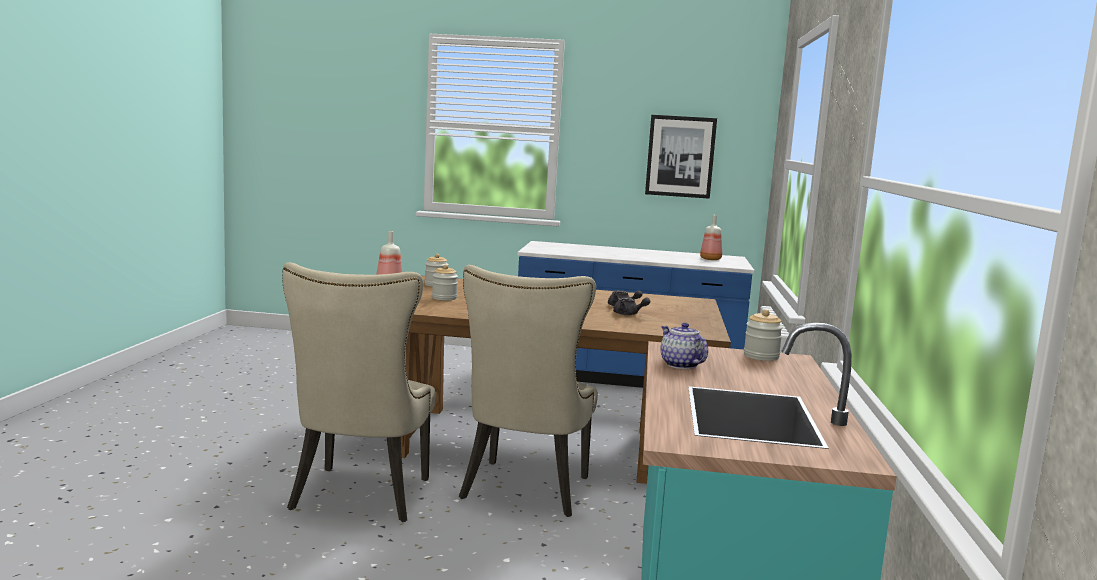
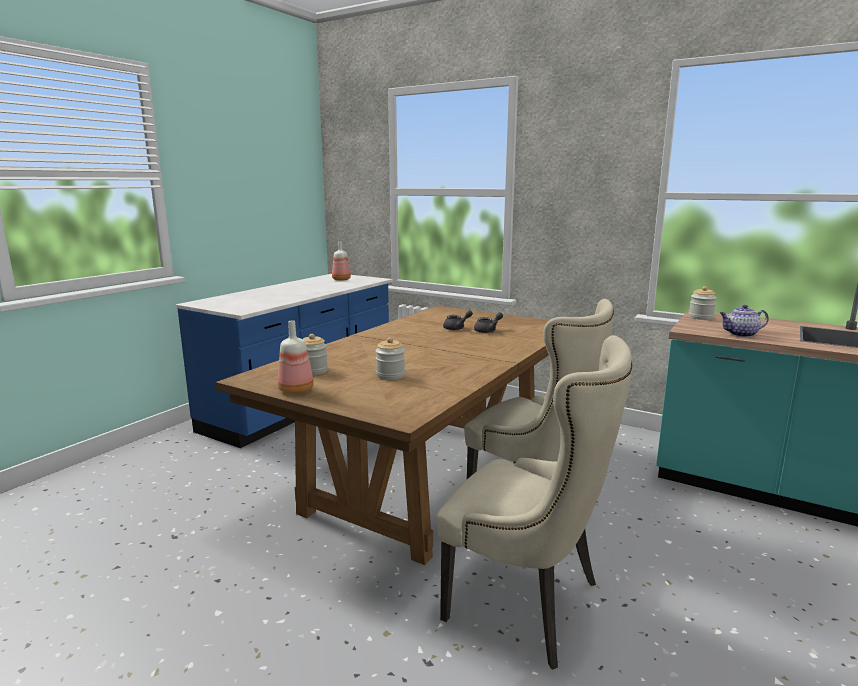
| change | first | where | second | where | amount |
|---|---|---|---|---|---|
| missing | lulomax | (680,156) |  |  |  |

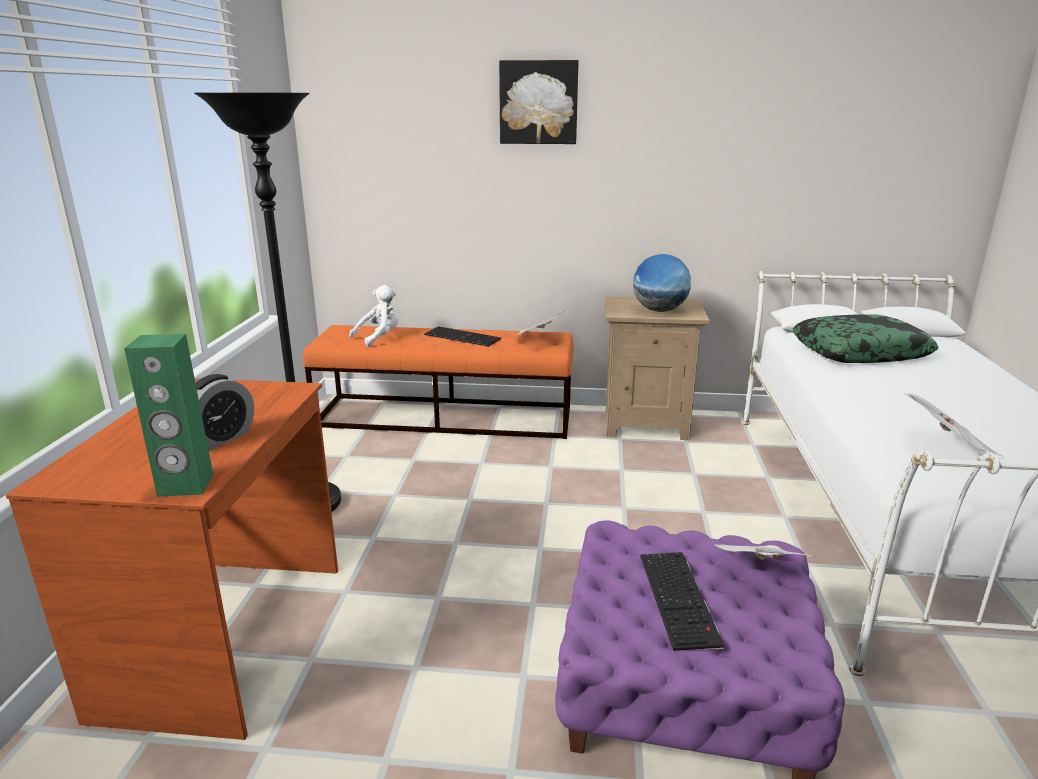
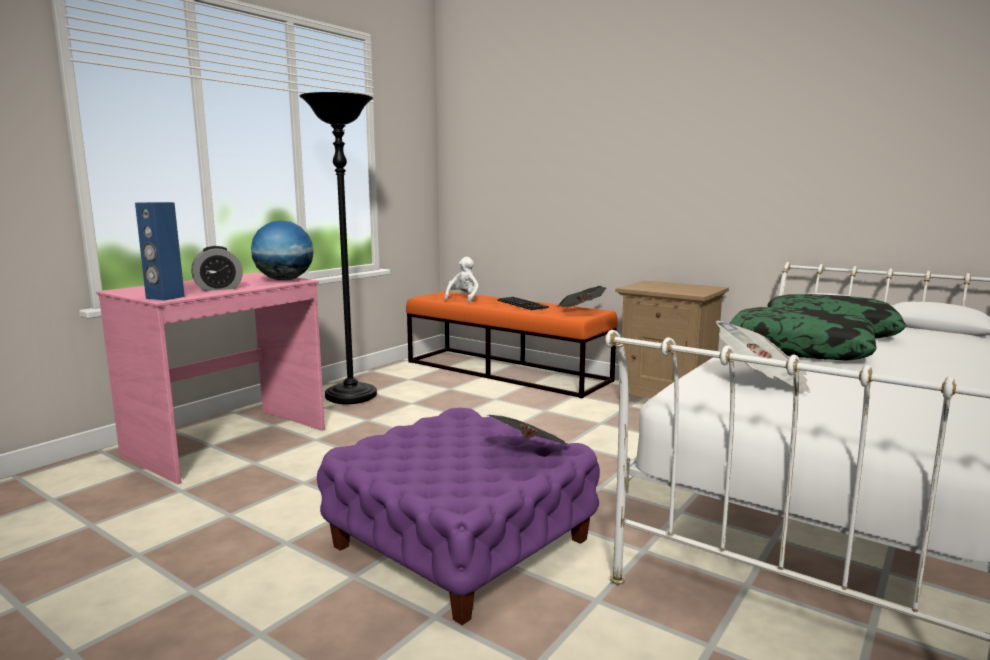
| change | first | where | second | where | amount |
|---|---|---|---|---|---|
| colour | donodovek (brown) | (229,638) | donodovek (pink) | (228,443) |  |
| colour | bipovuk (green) | (185,486) | bipovuk (blue) | (165,297) |  |
| relocated | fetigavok | (659,310) |  | (284,280) |  |
| spun | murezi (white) | (379,338) |  | (463,299) | 60 degrees counterclockwise |
| appeared |  |  | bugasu | (798,349) |  |
| missing | lulomax | (538,102) |  |  |  |
| missing | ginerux | (680,599) |  |  |  |

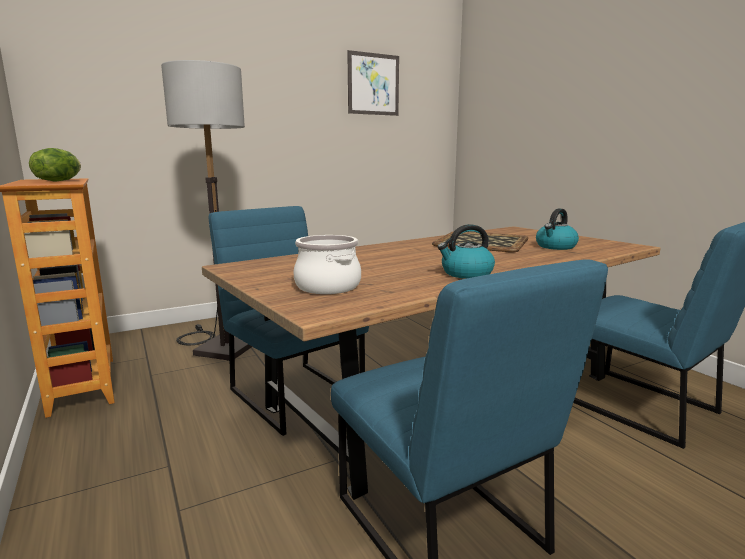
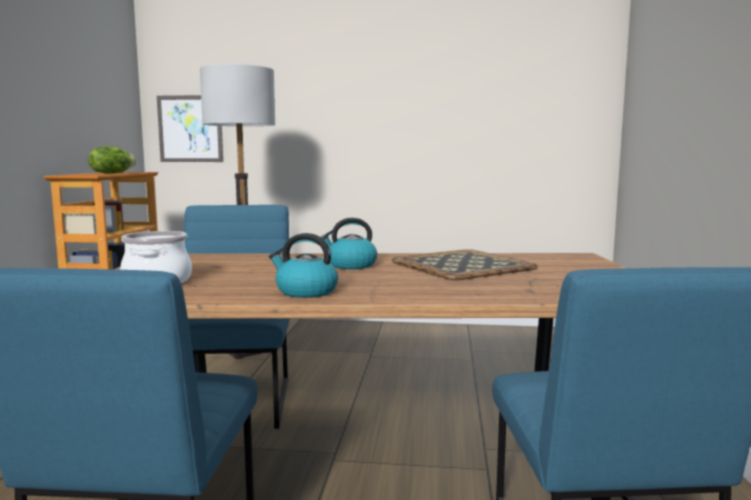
| change | first | where | second | where | amount |
|---|---|---|---|---|---|
| relocated | lulomax | (373,84) |  | (190,129) |  |
| relocated | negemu | (555,247) |  | (350,265) |  |

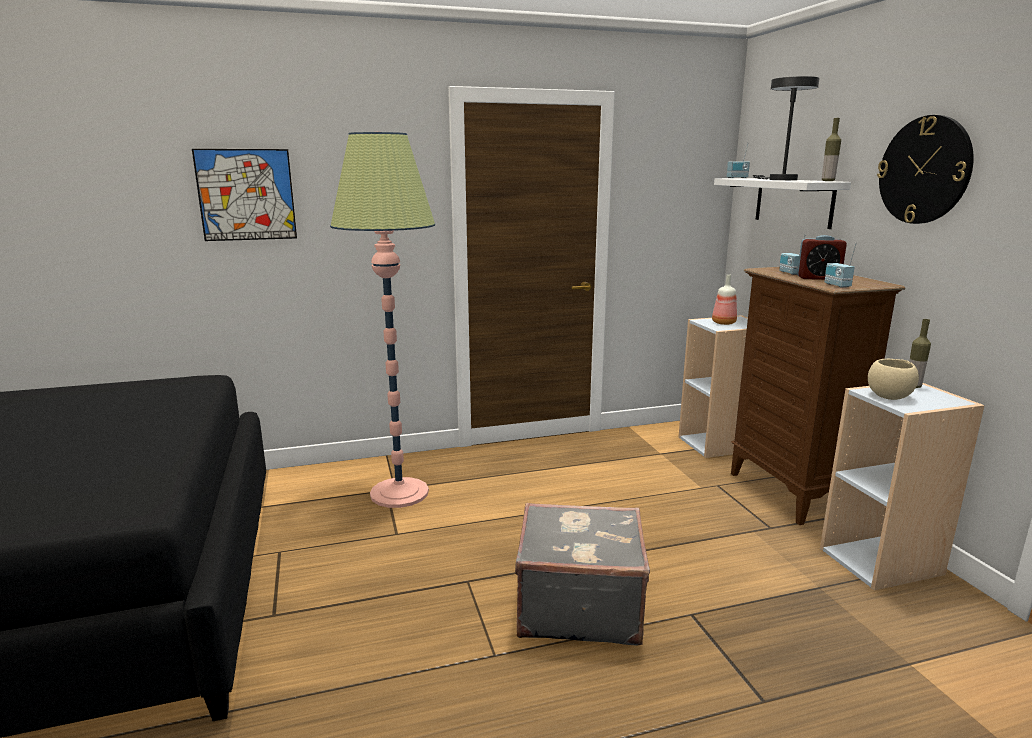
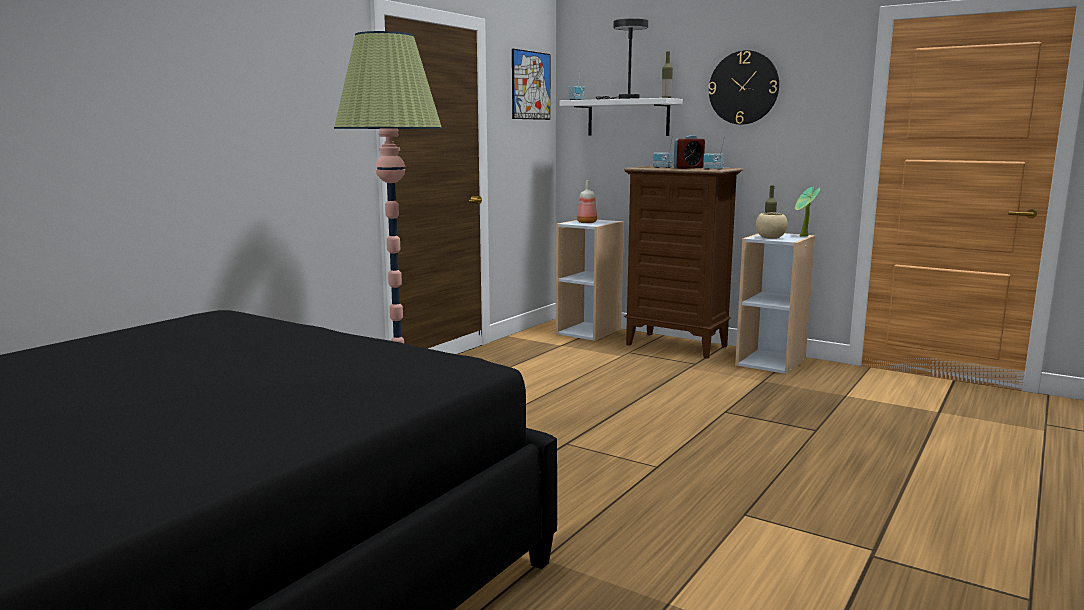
| change | first | where | second | where | amount |
|---|---|---|---|---|---|
| relocated | lulomax | (246,195) |  | (531,85) |  |
| appeared |  |  | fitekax | (803,236) |  |
| missing | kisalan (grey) | (578,605) |  |  |  |

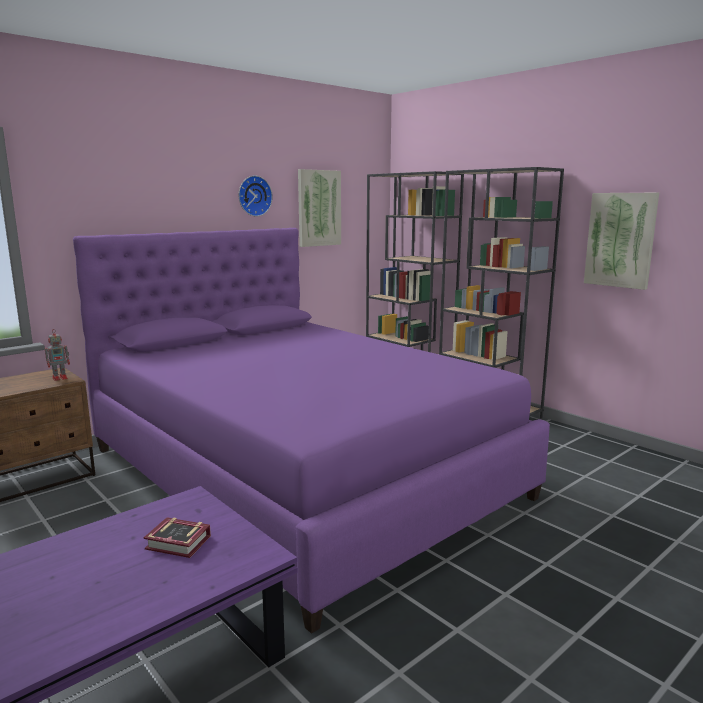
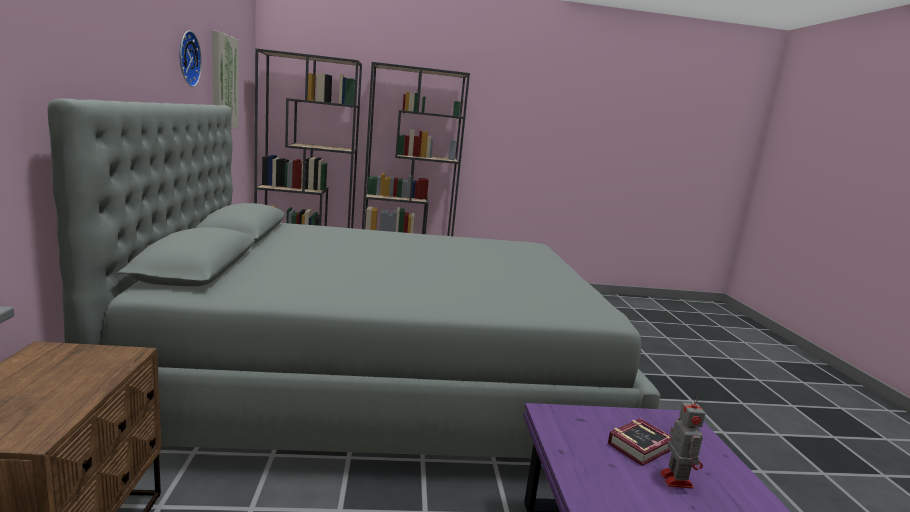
| change | first | where | second | where | amount |
|---|---|---|---|---|---|
| colour | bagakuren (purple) | (299,471) | bagakuren (grey) | (381,381) |  |
| relocated | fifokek | (60,378) |  | (675,479) |  |
| missing | lulomax | (620,240) |  |  |  |

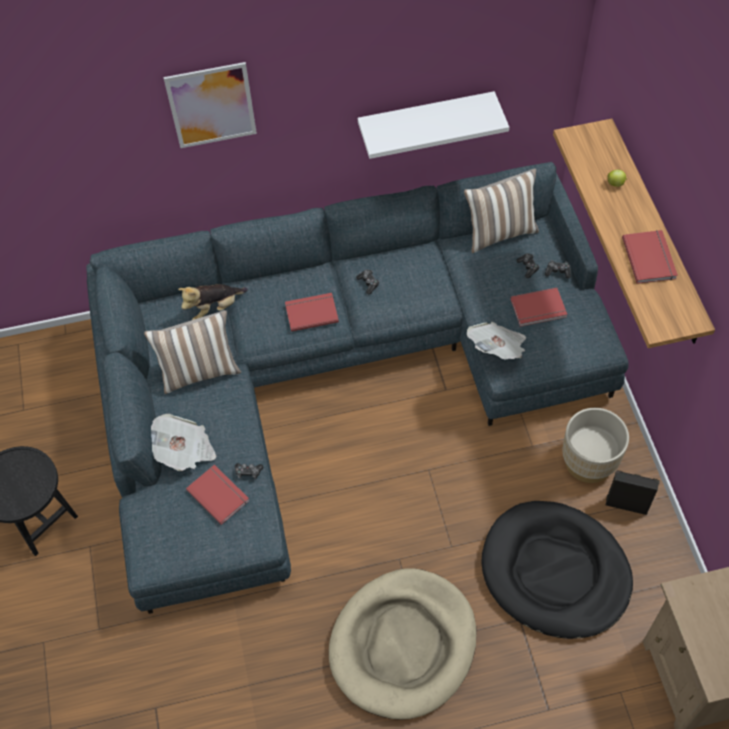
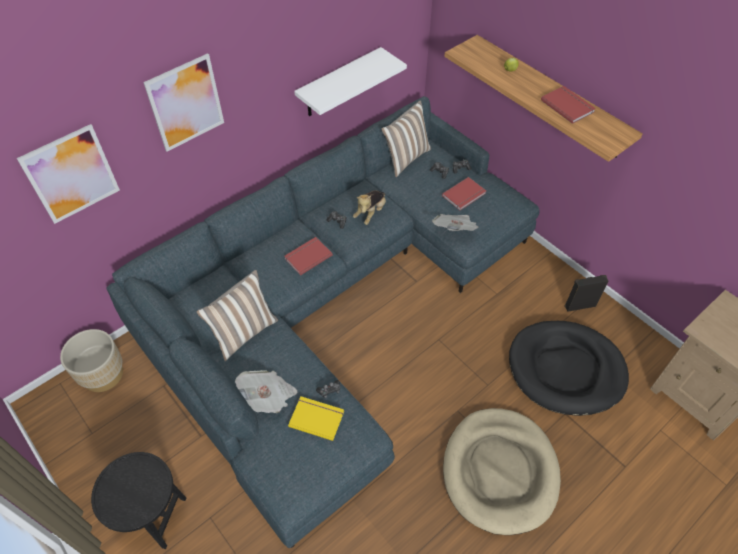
| change | first | where | second | where | amount |
|---|---|---|---|---|---|
| appeared |  |  | lulomax | (71,174) |  |
| relocated | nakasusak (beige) | (589,461) |  | (103,374) |  |
| colour | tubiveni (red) | (219,494) | tubiveni (yellow) | (316,417) |  |
| relocated | murezi | (214,308) |  | (370,213) |  |

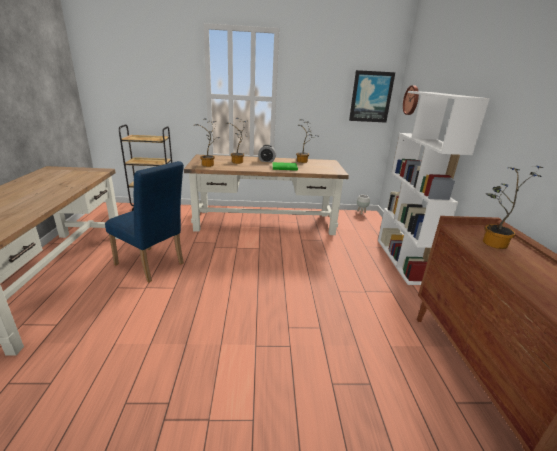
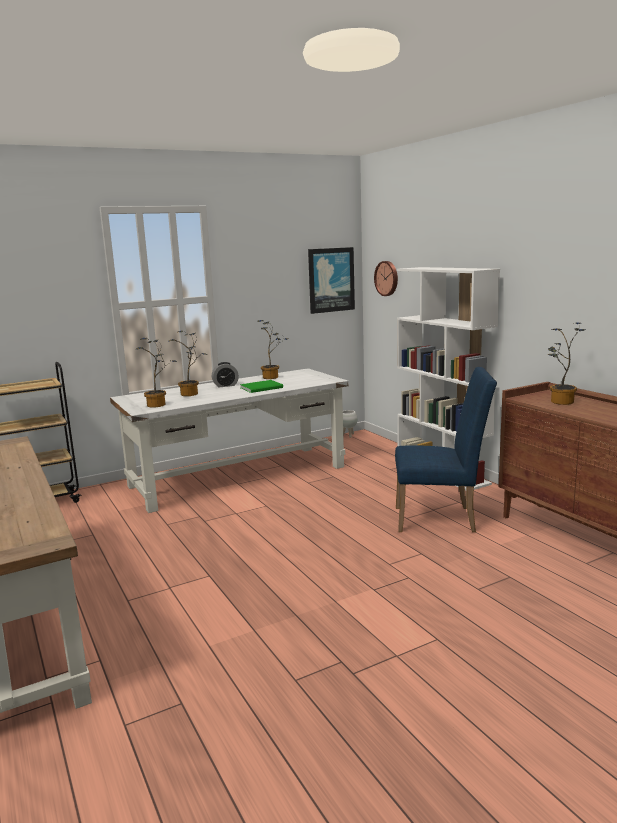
| change | first | where | second | where | amount |
|---|---|---|---|---|---|
| colour | donodovek (brown) | (265,222) | donodovek (white) | (239,476) |  |
| relocated | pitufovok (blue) | (152,265) |  | (441,519) |  |

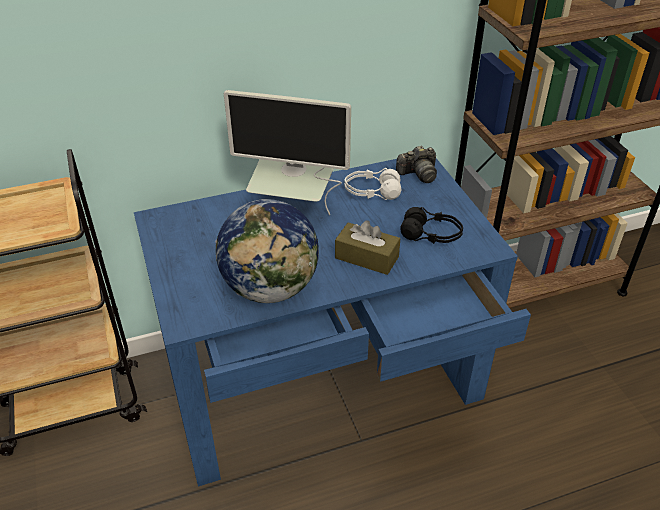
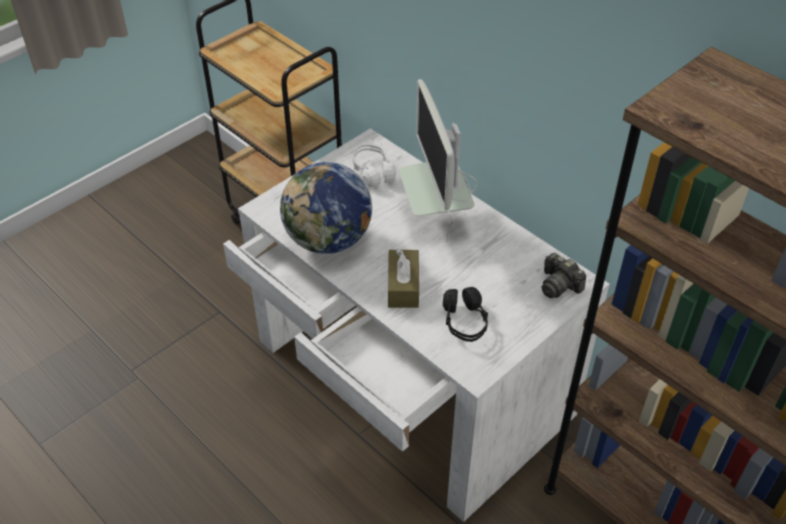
| change | first | where | second | where | amount |
|---|---|---|---|---|---|
| colour | donodovek (blue) | (329,388) | donodovek (white) | (402,389) |  |
| relocated | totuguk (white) | (372,192) |  | (372,171) |  |

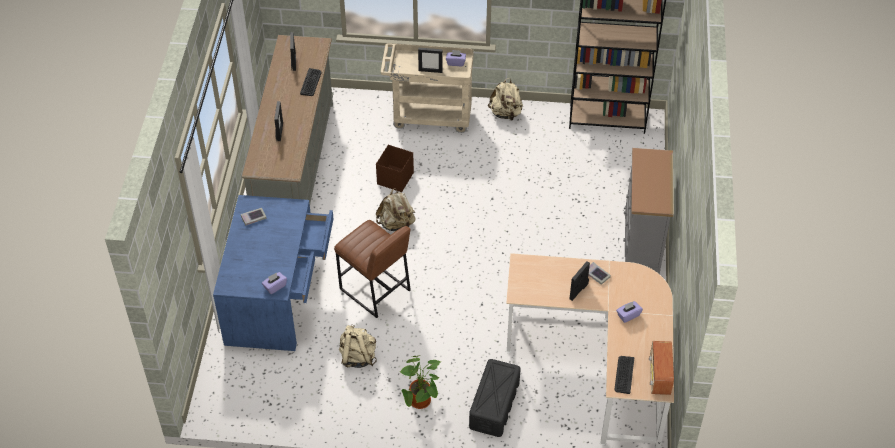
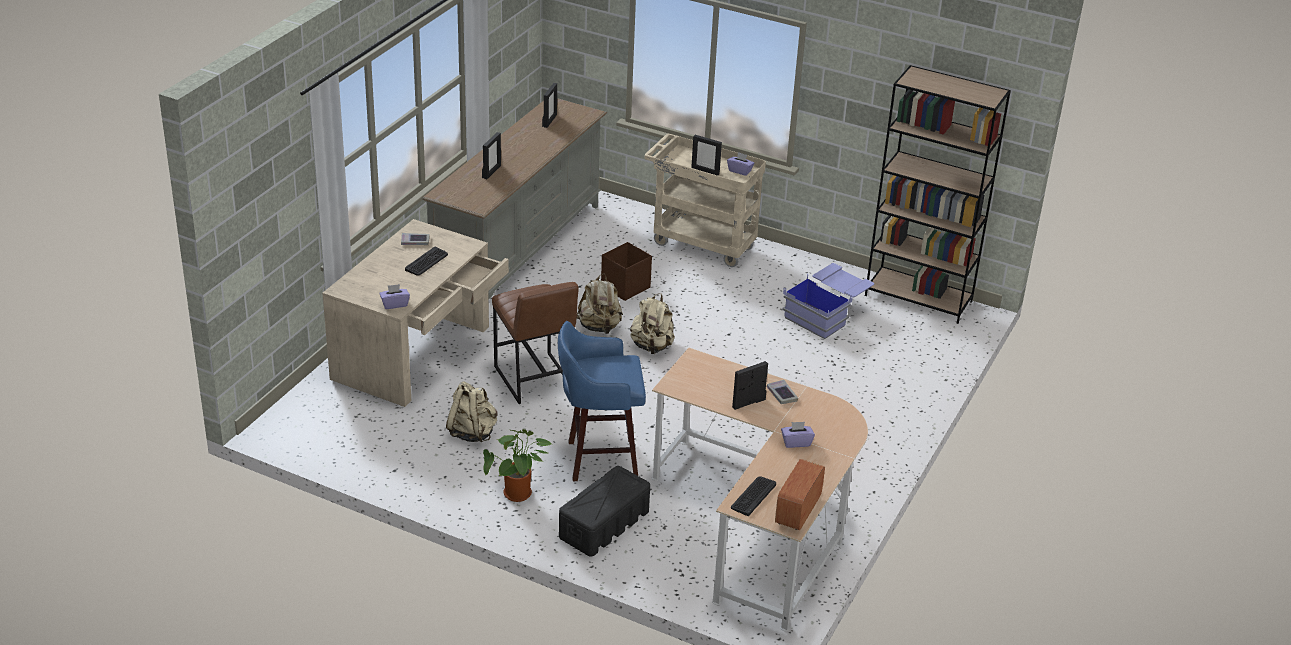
| change | first | where | second | where | amount |
|---|---|---|---|---|---|
| colour | donodovek (blue) | (278,297) | donodovek (beige) | (420,354) |  |
| relocated | ginerux | (311,82) |  | (426,262) |  |
| appeared |  |  | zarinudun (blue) | (598,460) |  |
| relocated | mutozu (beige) | (505,113) |  | (652,346) |  |
| appeared |  |  | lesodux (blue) | (827,314) |  |
| missing | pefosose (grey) | (641,244) |  |  |  |

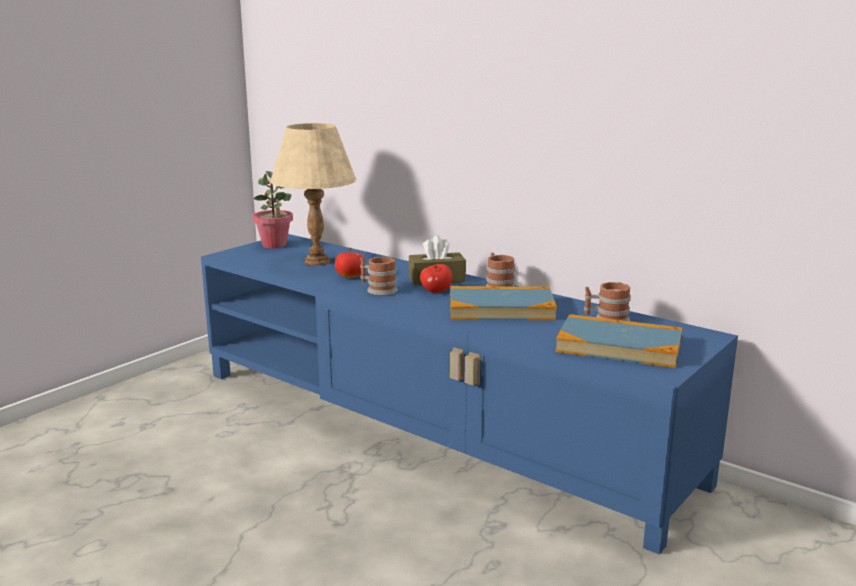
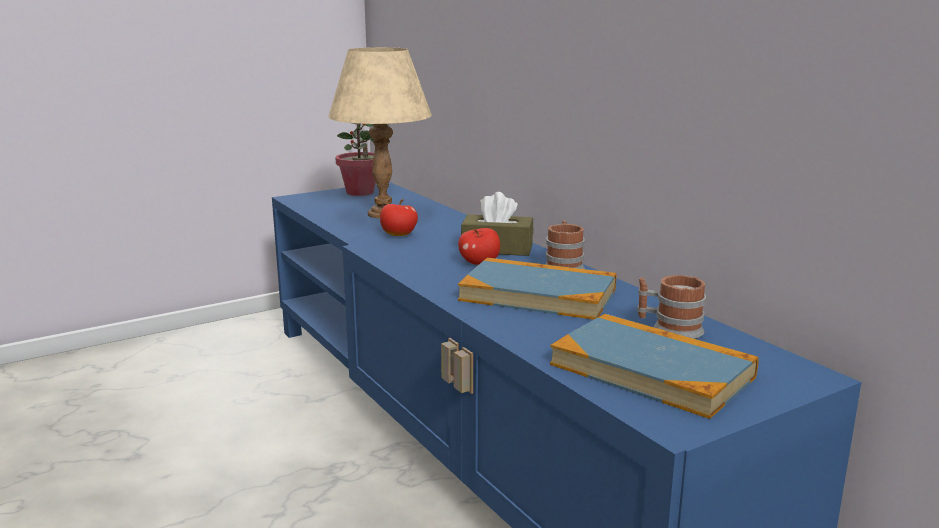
| change | first | where | second | where | amount |
|---|---|---|---|---|---|
| missing | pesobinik | (377,290) |  |  |  |

